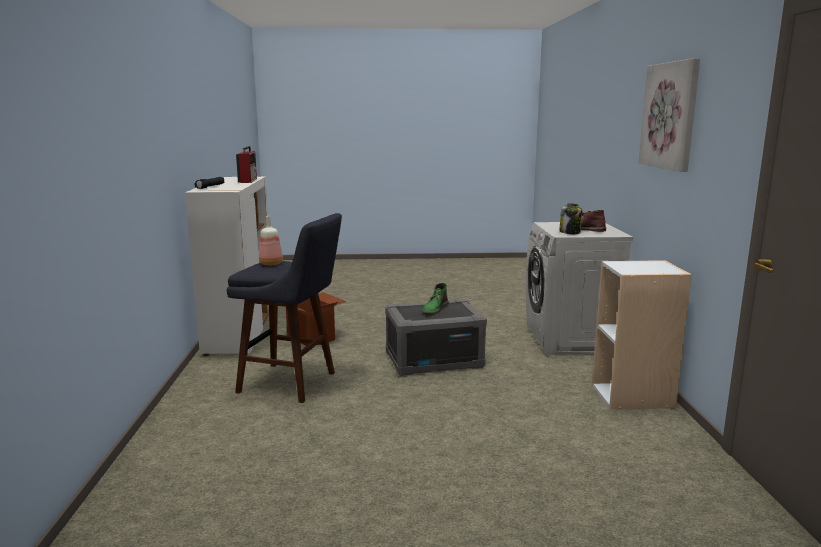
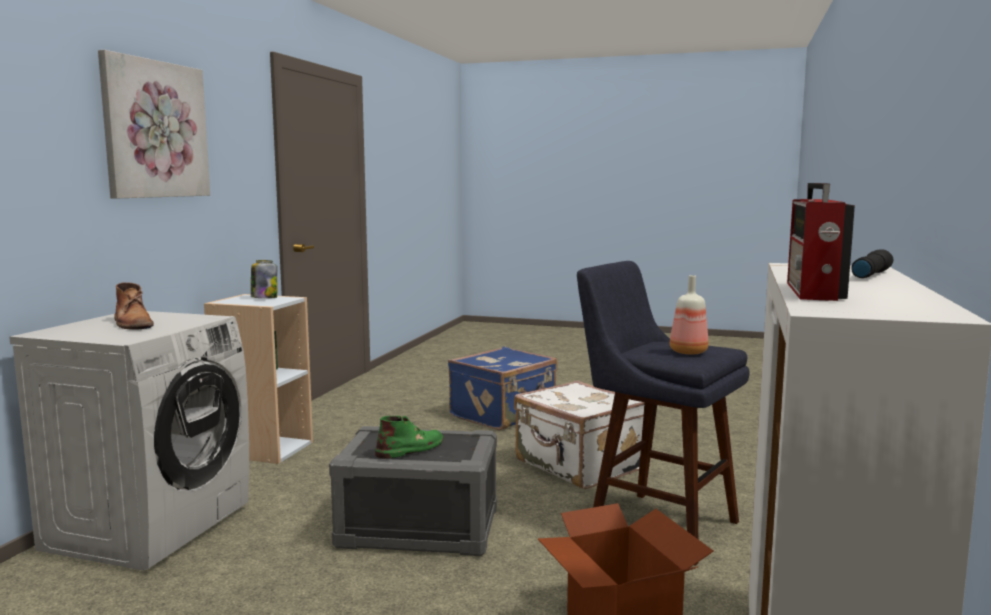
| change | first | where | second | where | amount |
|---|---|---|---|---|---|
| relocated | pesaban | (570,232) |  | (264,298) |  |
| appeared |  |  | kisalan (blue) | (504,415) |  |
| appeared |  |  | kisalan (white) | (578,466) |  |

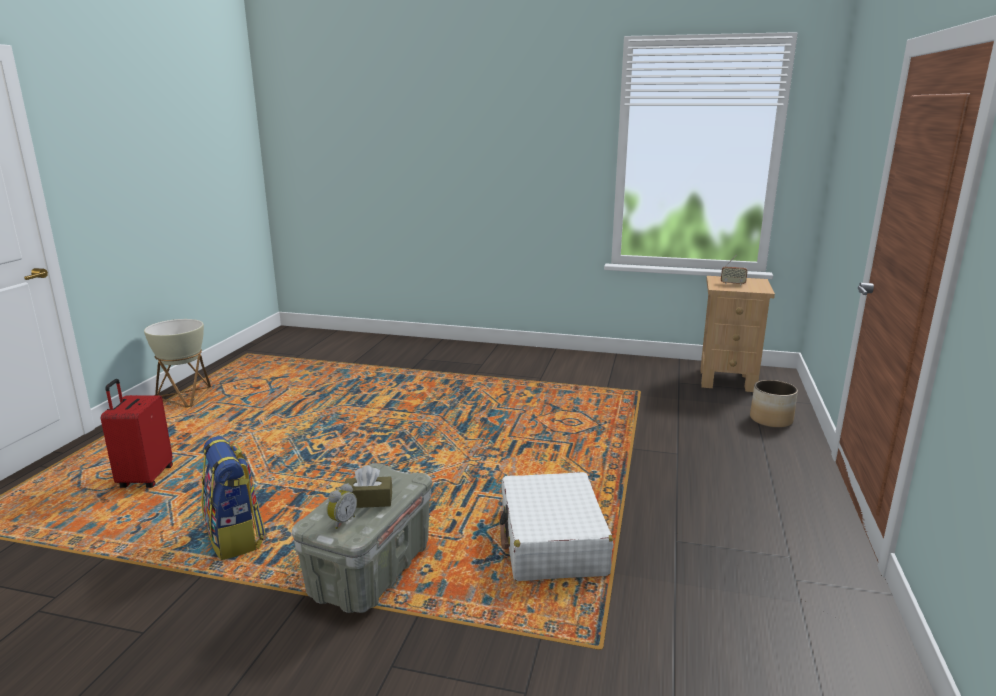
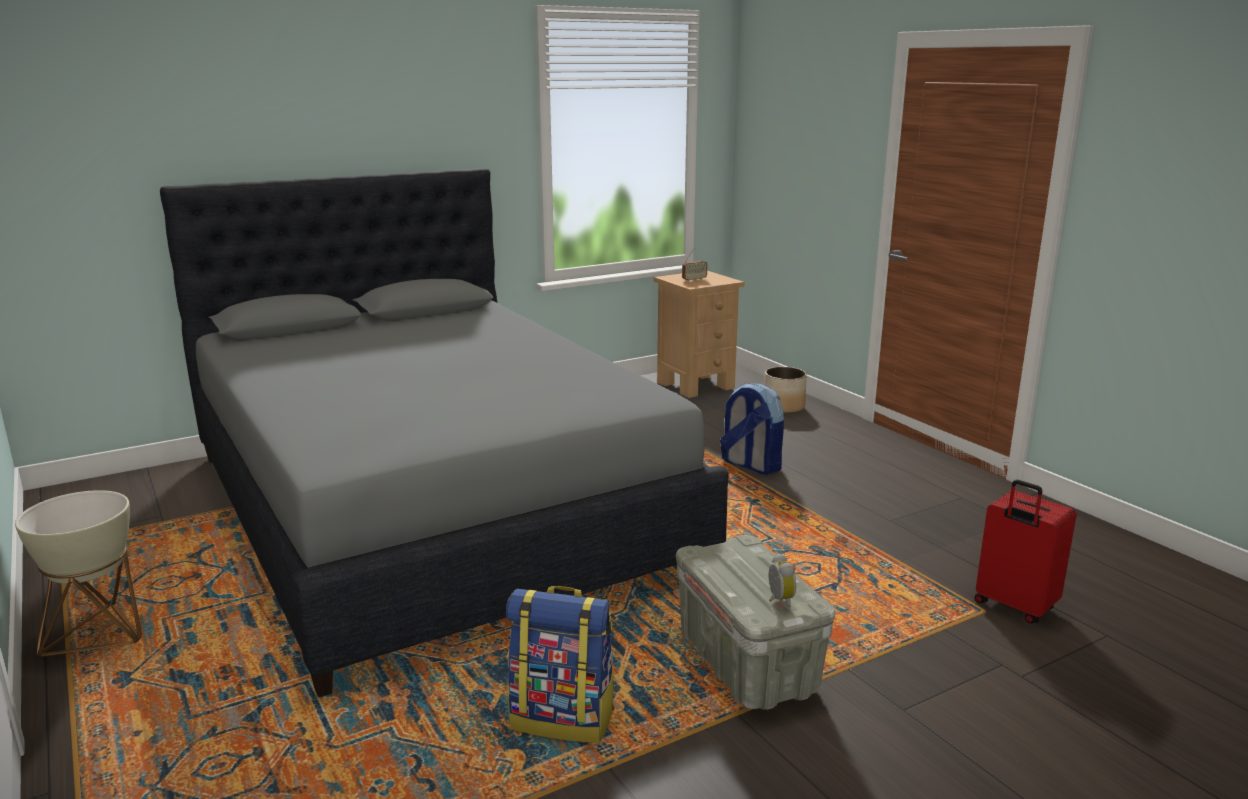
| change | first | where | second | where | amount |
|---|---|---|---|---|---|
| appeared |  |  | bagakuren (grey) | (432,508) |  |
| appeared |  |  | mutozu | (750,465) |  |
| relocated | kisalan (red) | (145,478) |  | (1014,607) |  |
| missing | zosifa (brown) | (368,500) |  |  |  |
| missing | kisalan (white) | (552,542) |  |  |  |

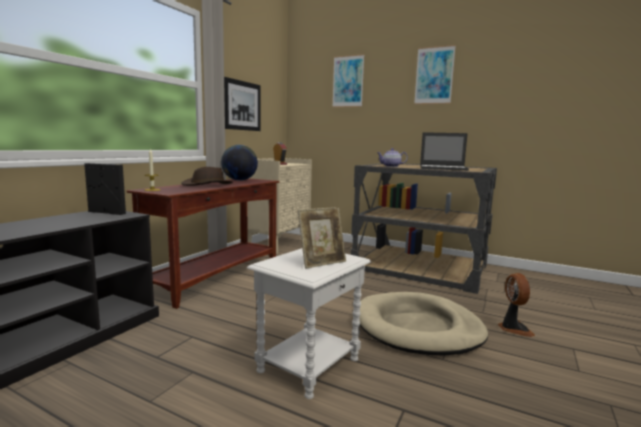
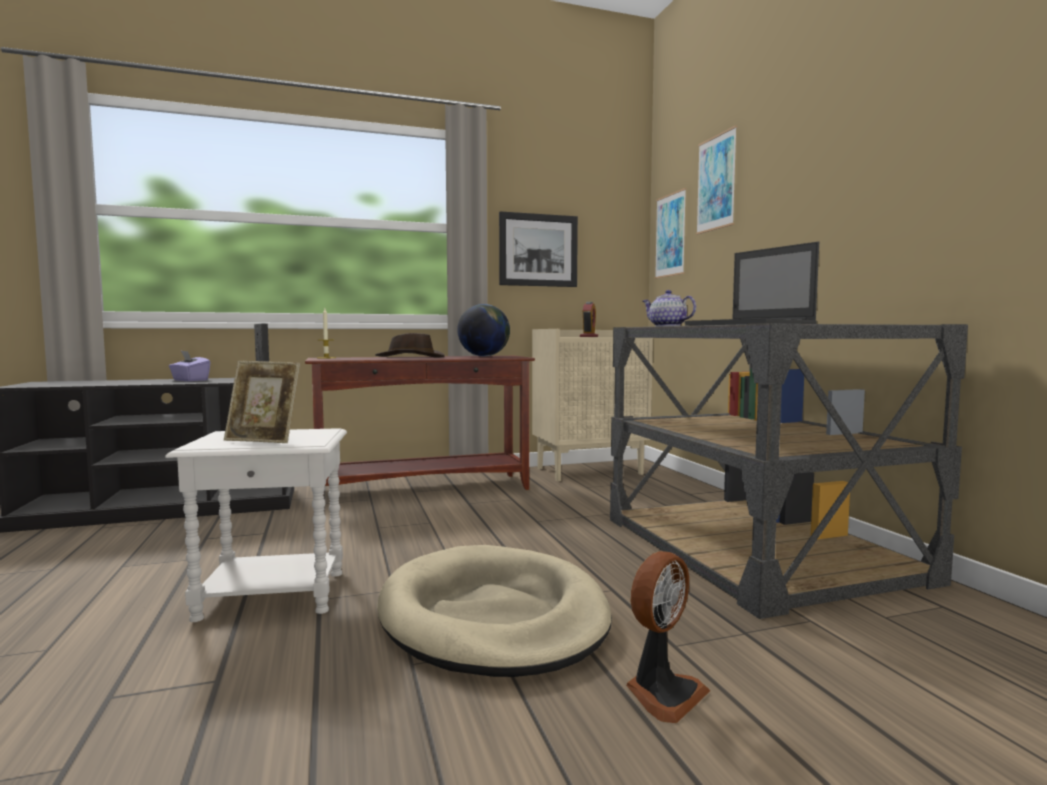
| change | first | where | second | where | amount |
|---|---|---|---|---|---|
| appeared |  |  | zosifa (purple) | (190,380) |  |
| relocated | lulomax | (434,75) |  | (670,235) |  |

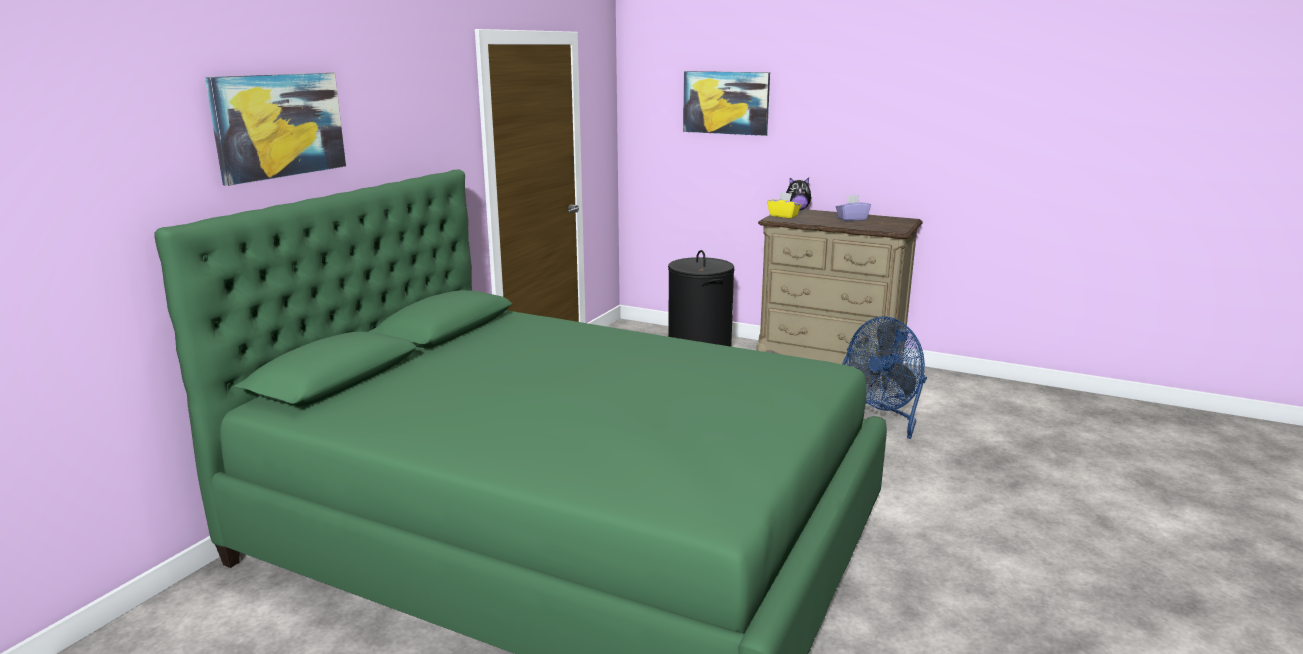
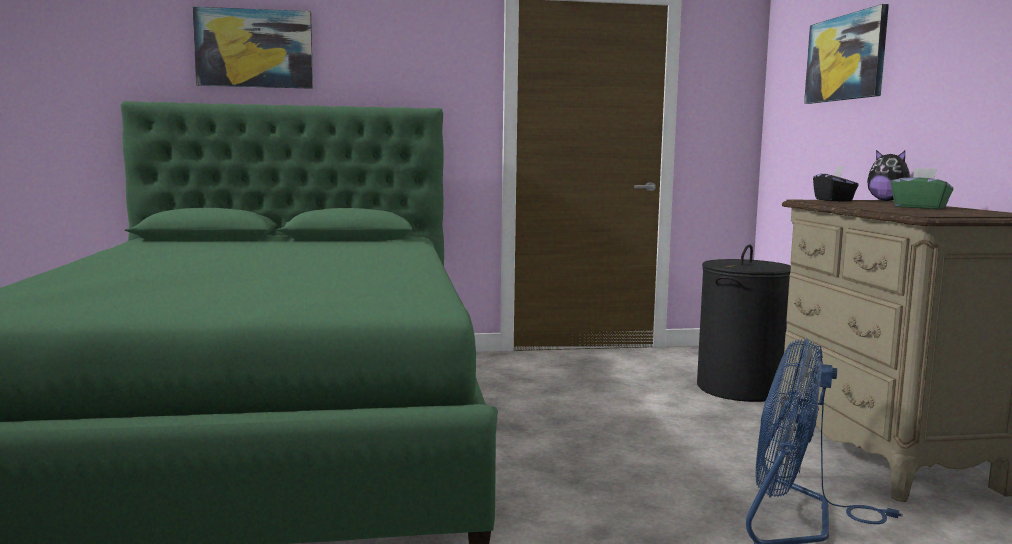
| change | first | where | second | where | amount |
|---|---|---|---|---|---|
| colour | zosifa (yellow) | (783,216) | zosifa (black) | (834,200) |  |
| colour | zosifa (purple) | (851,219) | zosifa (green) | (920,207) |  |

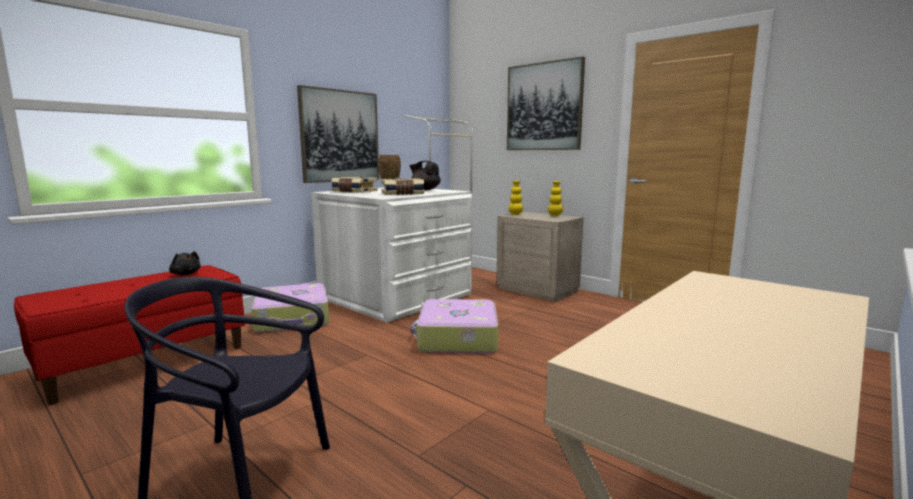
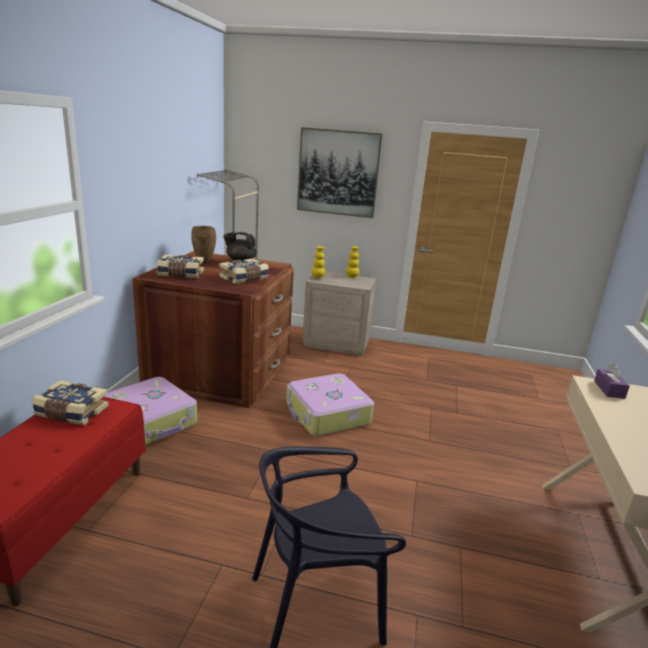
| change | first | where | second | where | amount |
|---|---|---|---|---|---|
| exchanged | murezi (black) | (185,274) | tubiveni | (71,412) |  |
| colour | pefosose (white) | (396,296) | pefosose (brown) | (221,371) |  |
| appeared |  |  | zosifa (purple) | (609,389) |  |
| missing | lulomax | (340,136) |  |  |  |

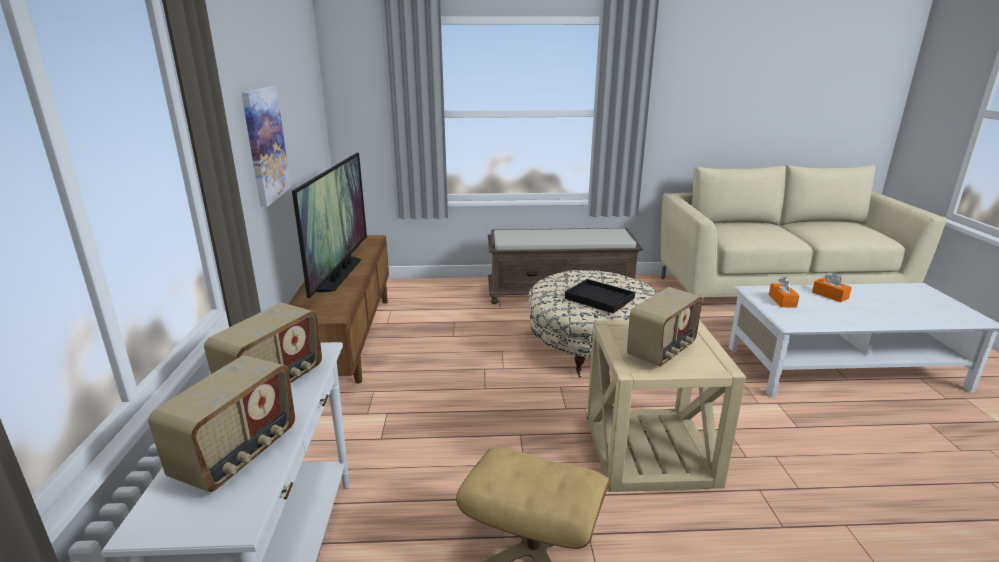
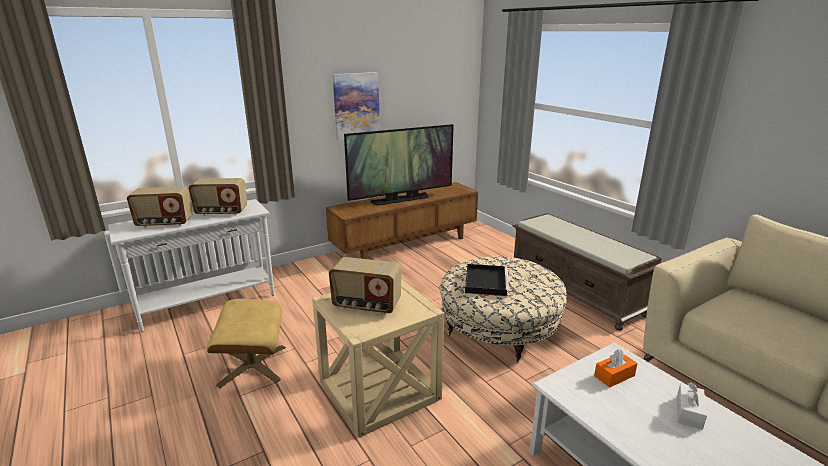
| change | first | where | second | where | amount |
|---|---|---|---|---|---|
| colour | zosifa (orange) | (830,295) | zosifa (white) | (689,412) |  |

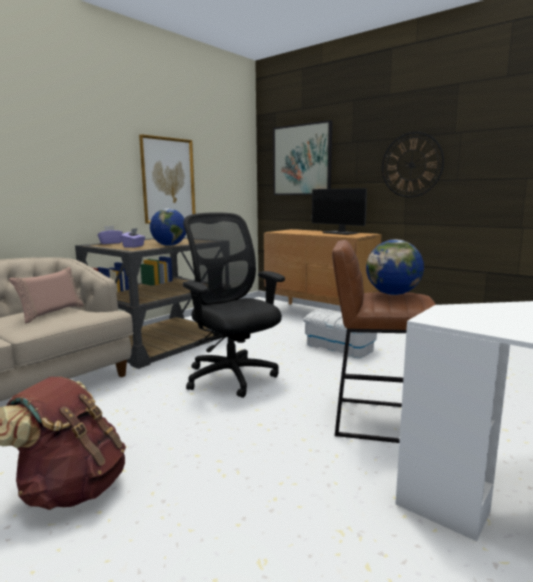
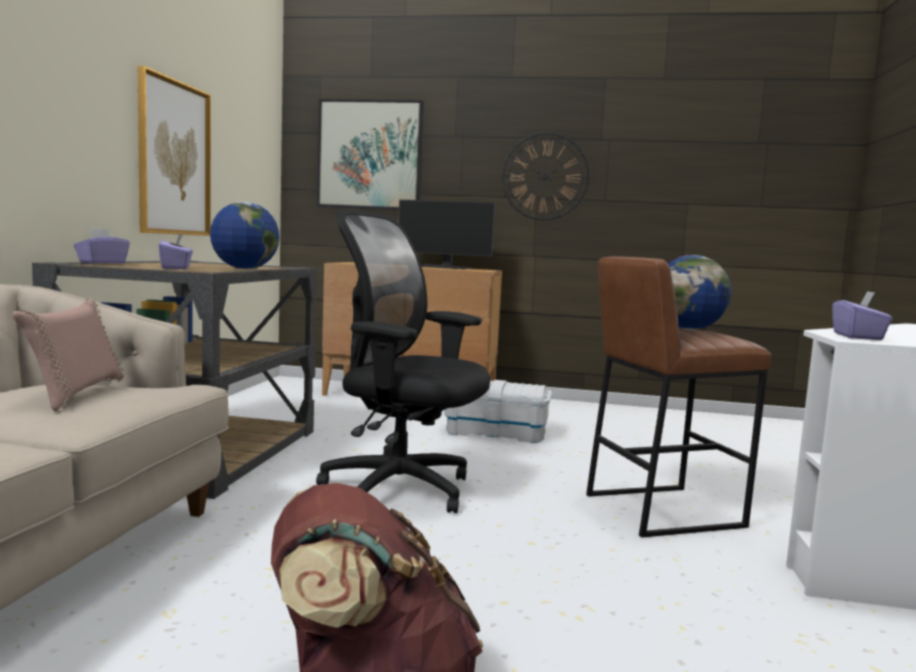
| change | first | where | second | where | amount |
|---|---|---|---|---|---|
| appeared |  |  | zosifa (purple) | (858,337) |  |

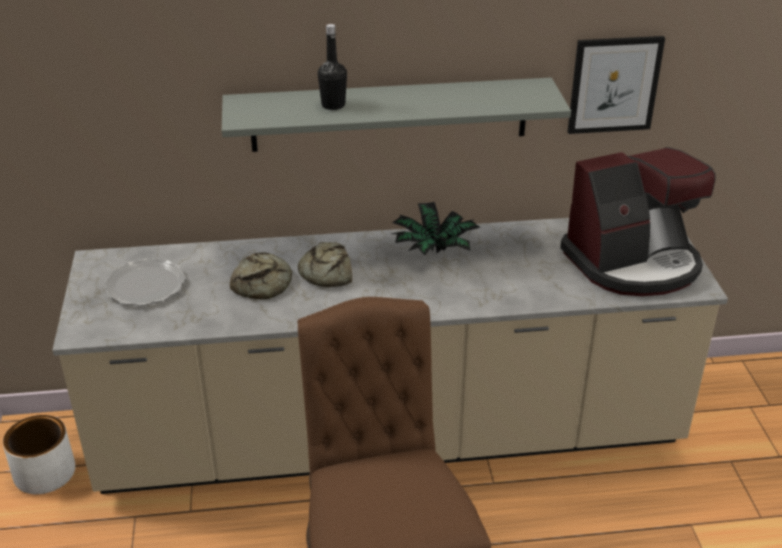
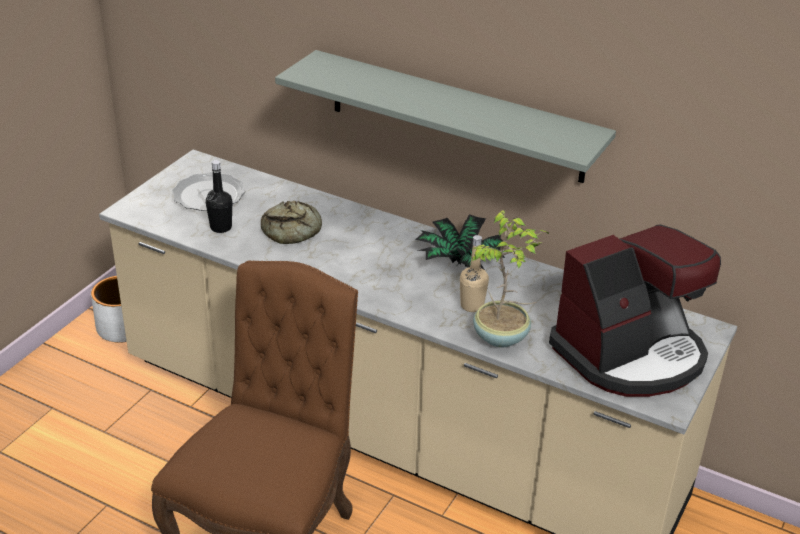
| change | first | where | second | where | amount |
|---|---|---|---|---|---|
| relocated | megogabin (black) | (333,105) |  | (221,227) |  |
| appeared |  |  | megogabin (beige) | (472,305) |  |
| appeared |  |  | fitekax | (502,337) |  |
| spun | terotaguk | (633,263) |  | (630,354) | 45 degrees counterclockwise |
| missing | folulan | (326,272) |  |  |  |
| missing | lulomax | (614,84) |  |  |  |

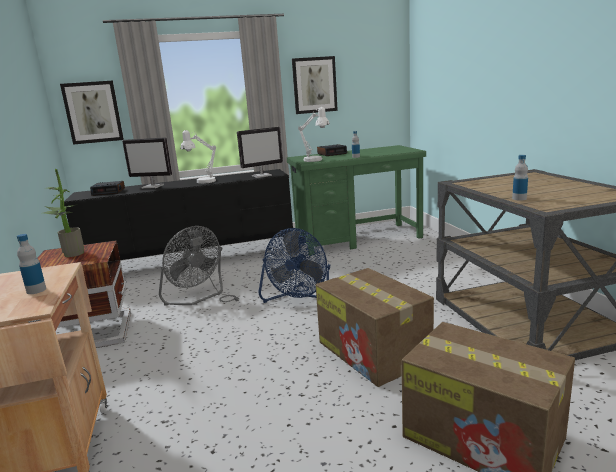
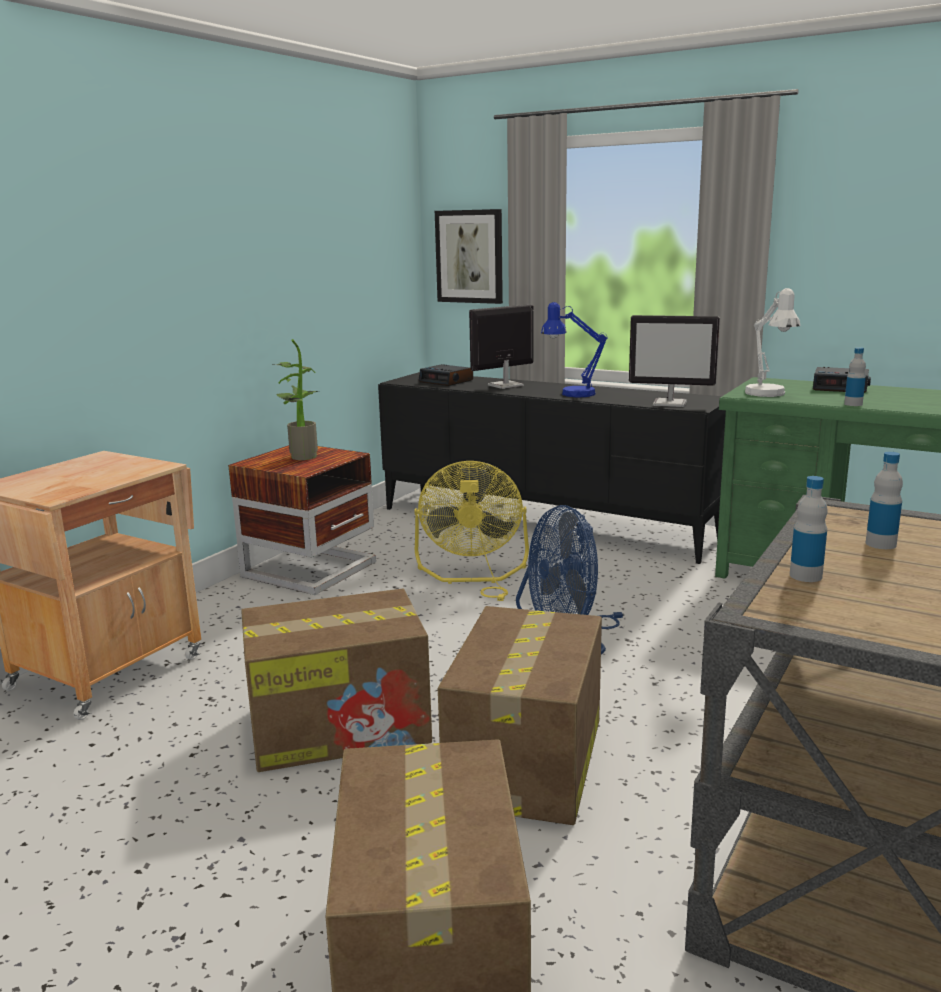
| change | first | where | second | where | amount |
|---|---|---|---|---|---|
| appeared |  |  | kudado | (341,725) |  |
| colour | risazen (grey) | (204,296) | risazen (yellow) | (475,576) |  |
| spun | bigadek | (153,186) |  | (505,385) | 90 degrees clockwise |
| colour | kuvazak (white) | (202,182) | kuvazak (blue) | (571,394) |  |
| relocated | megogabin | (36,290) |  | (880,544) |  |
| missing | lulomax | (314,85) |  |  |  |

